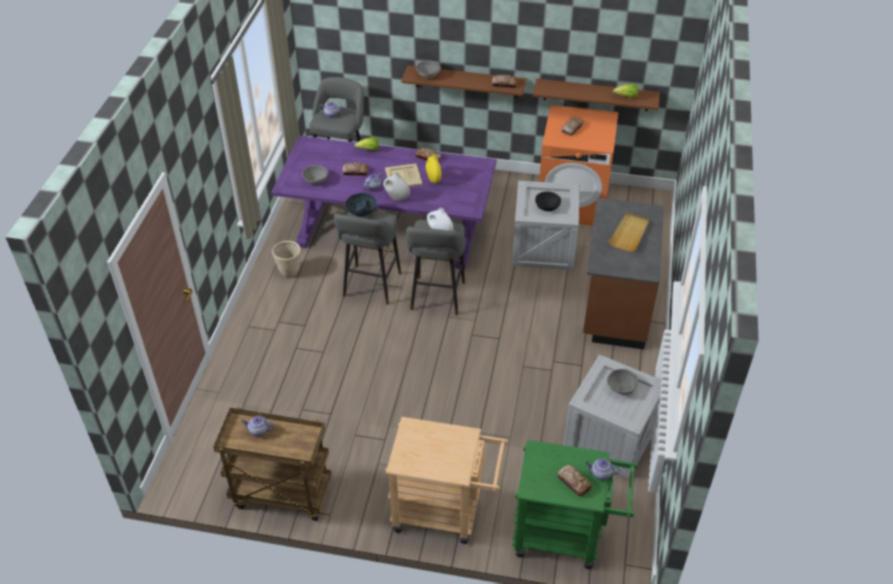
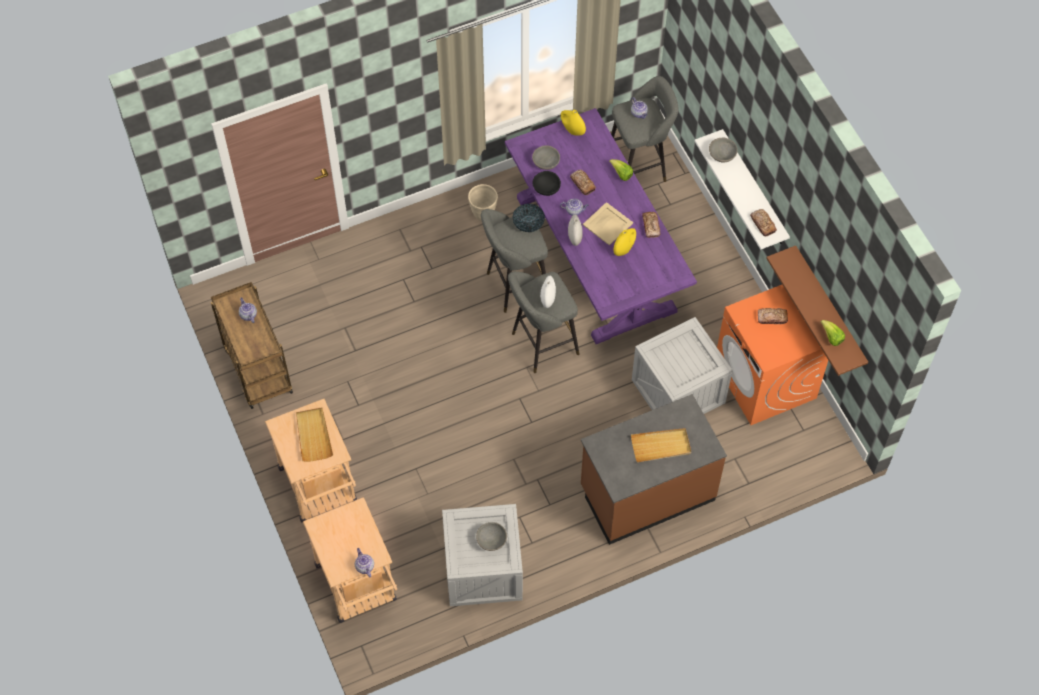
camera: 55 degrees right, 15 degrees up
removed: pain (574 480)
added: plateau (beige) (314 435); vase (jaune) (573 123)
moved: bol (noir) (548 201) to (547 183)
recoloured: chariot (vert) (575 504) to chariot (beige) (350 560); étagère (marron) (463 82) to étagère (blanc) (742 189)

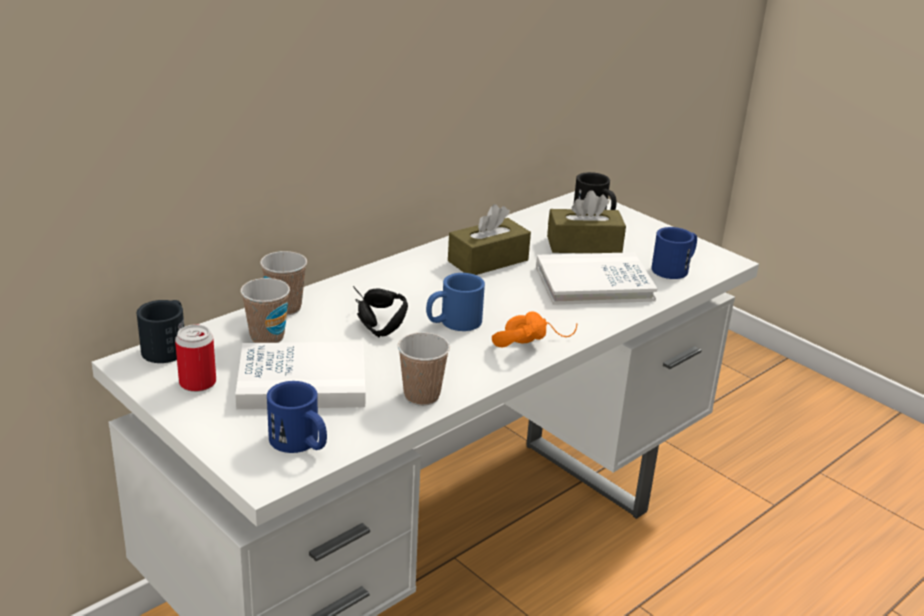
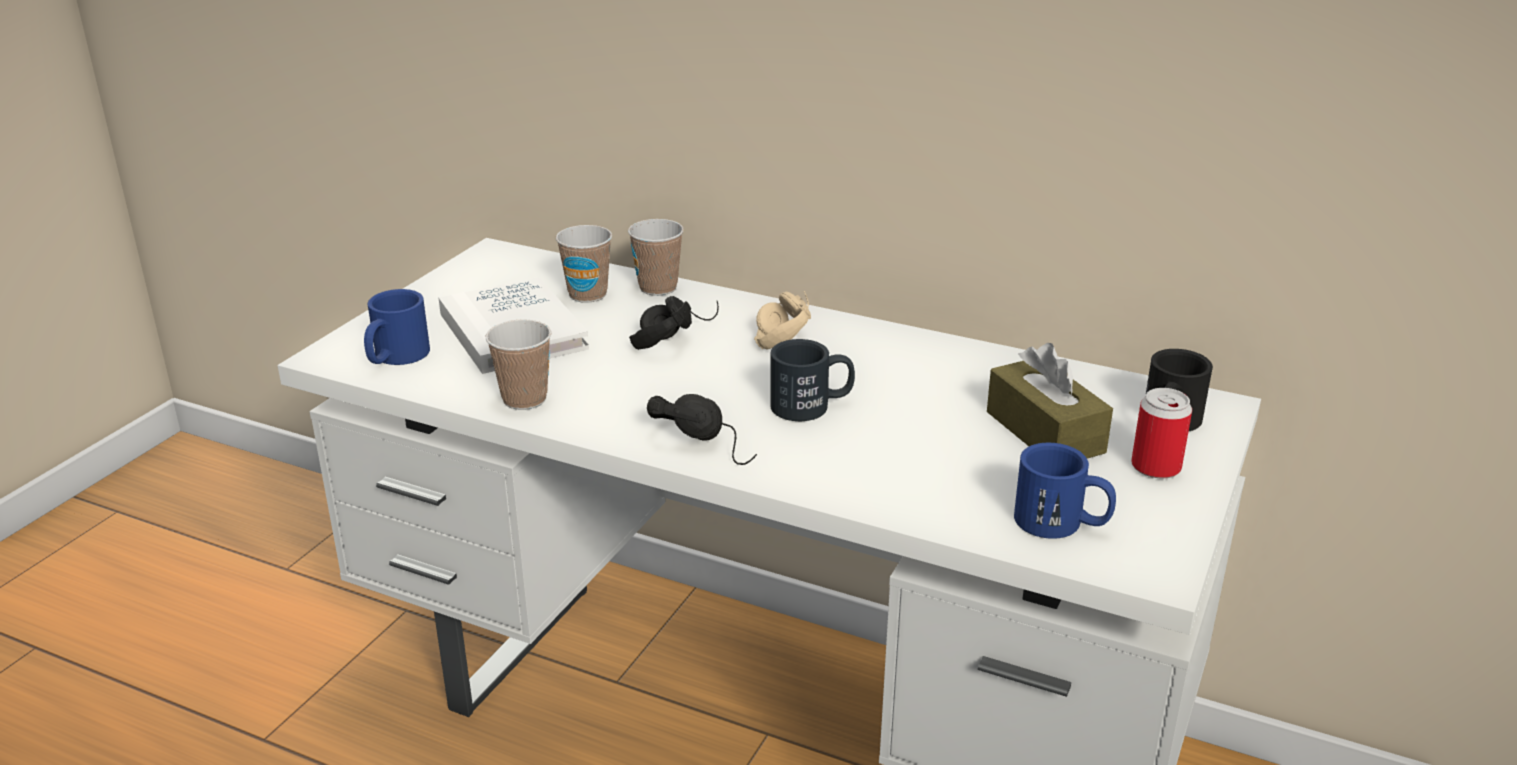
camera: 70 degrees right, 0 degrees up
removed: mug (bleu) (455 302); boîte à mouchoirs (marron) (489 239); livre (blanc) (597 278)
added: casque audio (beige) (782 320)
moved: mug (noir) (160 331) to (812 380); boîte métallique (195 358) to (1161 433)
recoloured: casque audio (orange) (535 329) to casque audio (noir) (702 429)

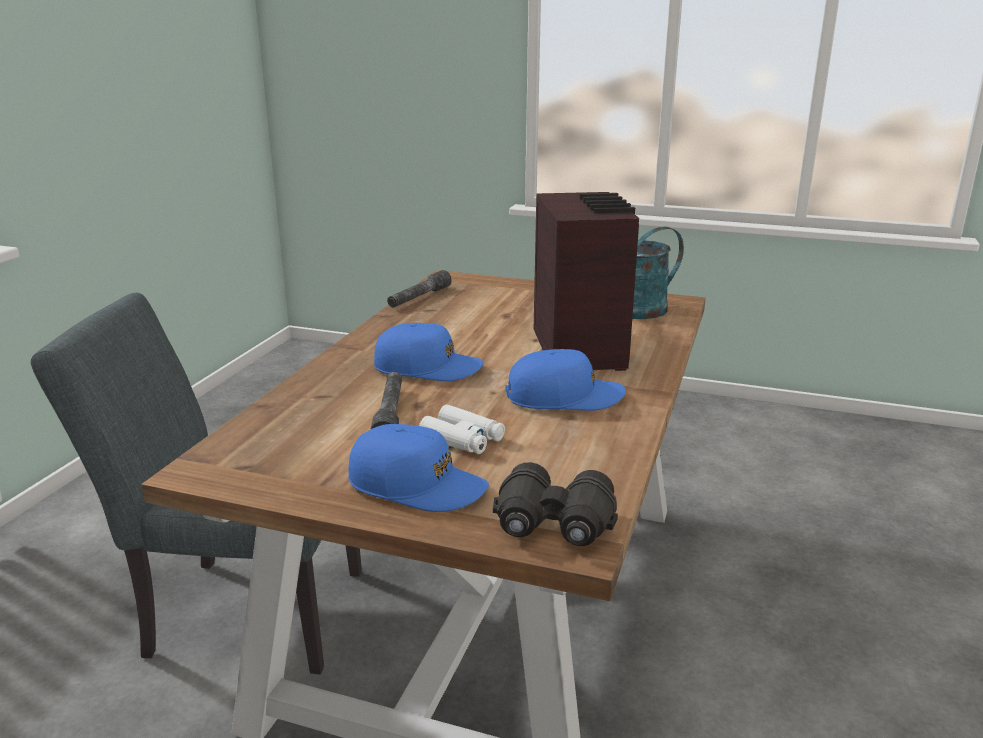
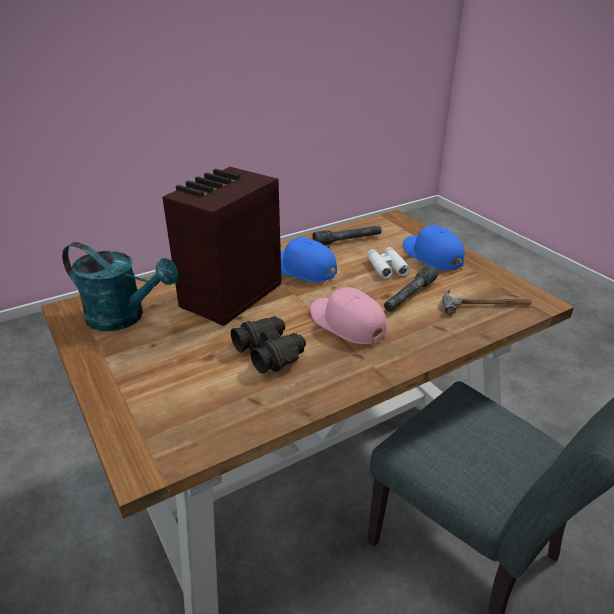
camera: 140 degrees left, 10 degrees up
added: marteau (487 302)
moved: jumelles (noir) (555 504) to (268 345); lampe de poche (gris) (419 289) to (347 235)
recoloured: casquette (bleu) (428 352) to casquette (rose) (348 315)

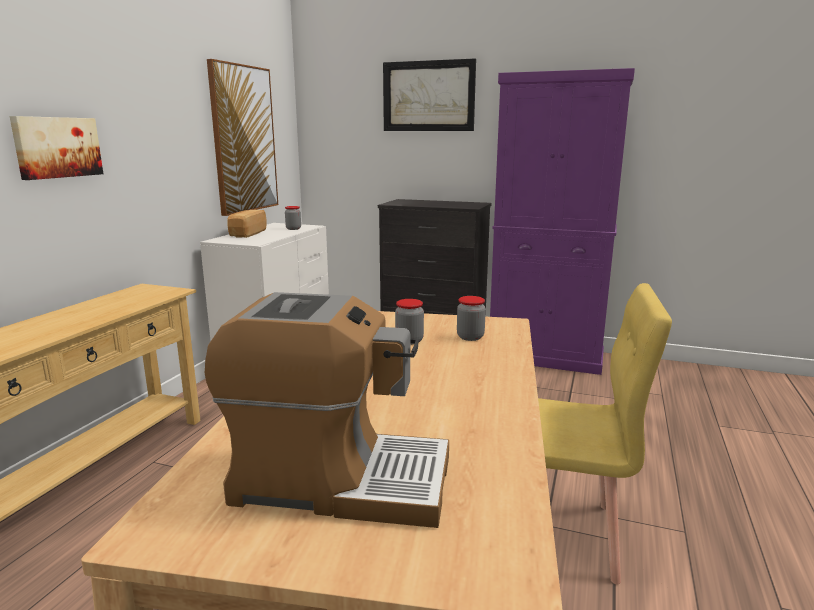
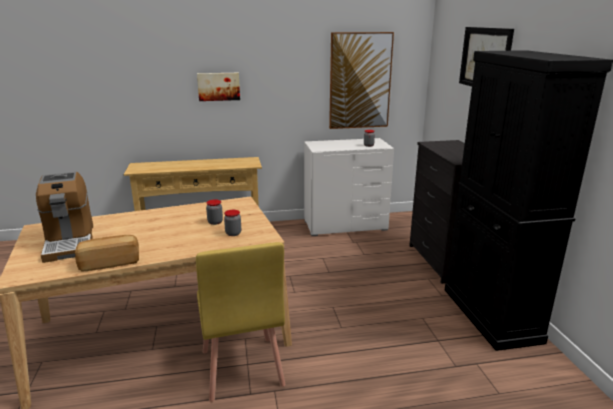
camera: 60 degrees right, 5 degrees up
moved: pain (247 224) to (107 253)
recoloured: meuble de rangement (violet) (562 221) to meuble de rangement (noir) (529 200)

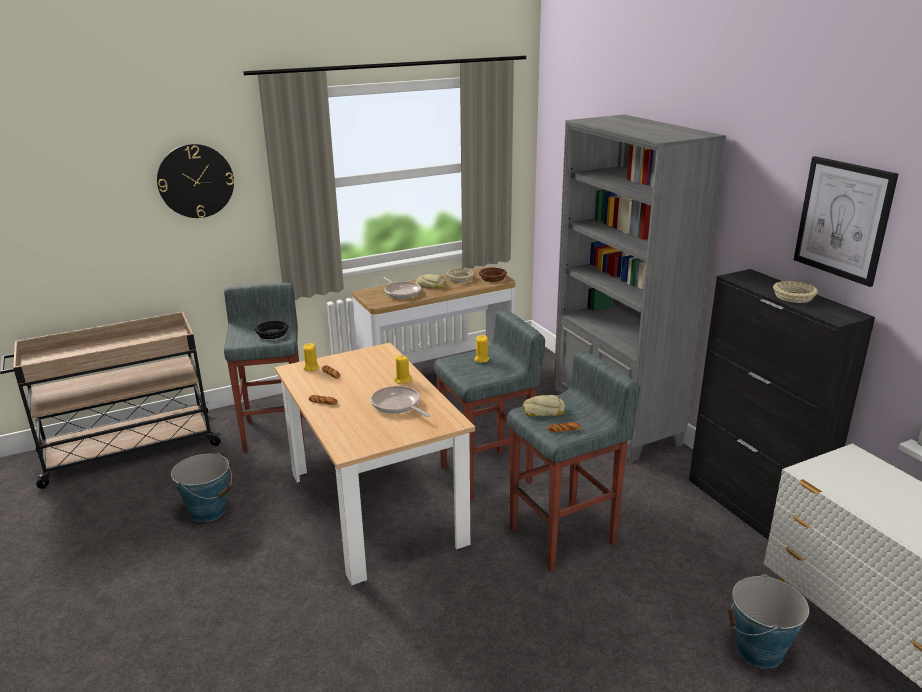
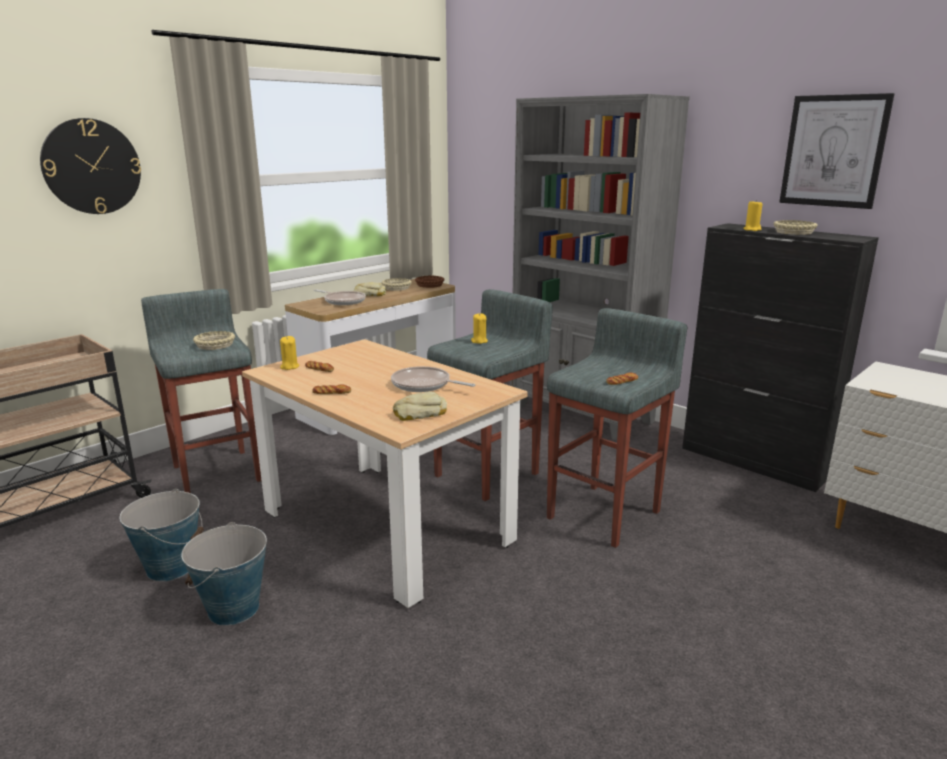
camera: 20 degrees left, 5 degrees down
moved: seau (768 621) to (224 574); pain (544 406) to (420 406); bougie (jaune) (403 369) to (753 215)
recoloured: bol (noir) (271 330) to bol (beige) (214 340)

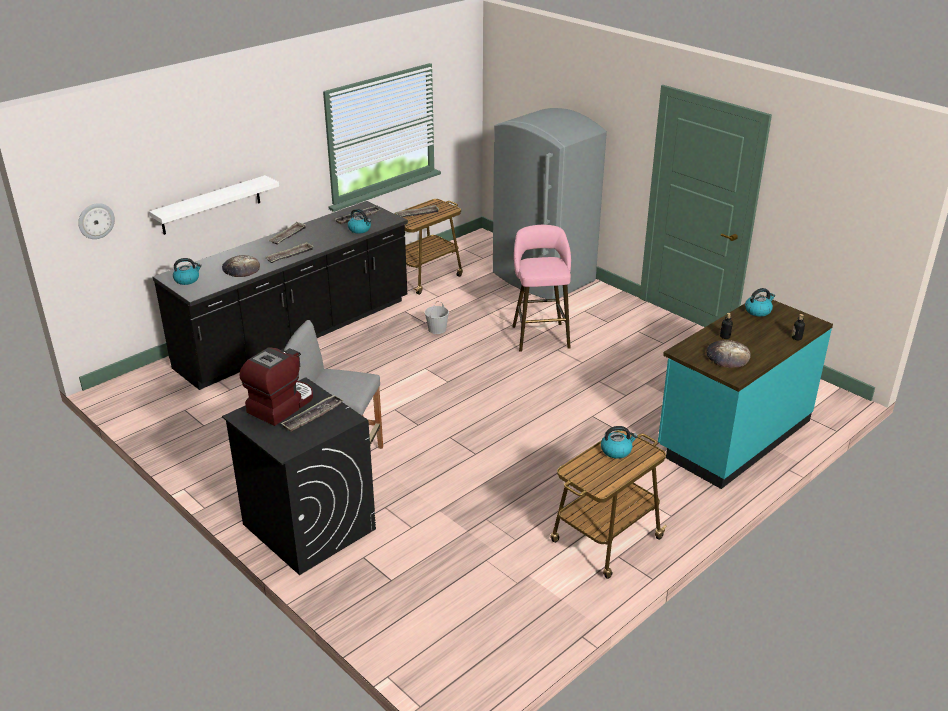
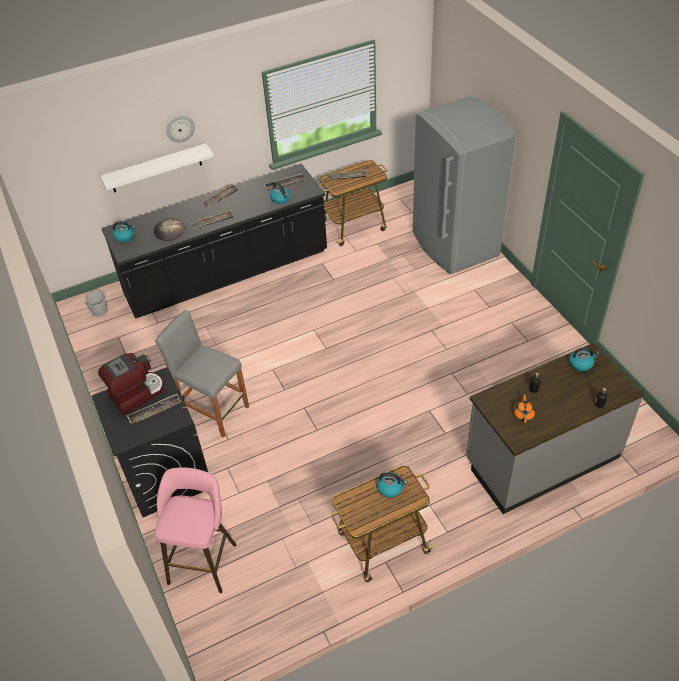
camera: 20 degrees right, 15 degrees up
moved: seau (blanc) (437 317) to (95 303); tabouret (rose) (541 288) to (195 530); horloge murale (96 221) to (180 129)
replaced: pain (728 354) to théière (orange) (524 407)
recoloured: comptoir de cuisine (turquoise) (745 392) to comptoir de cuisine (gris) (555 428)

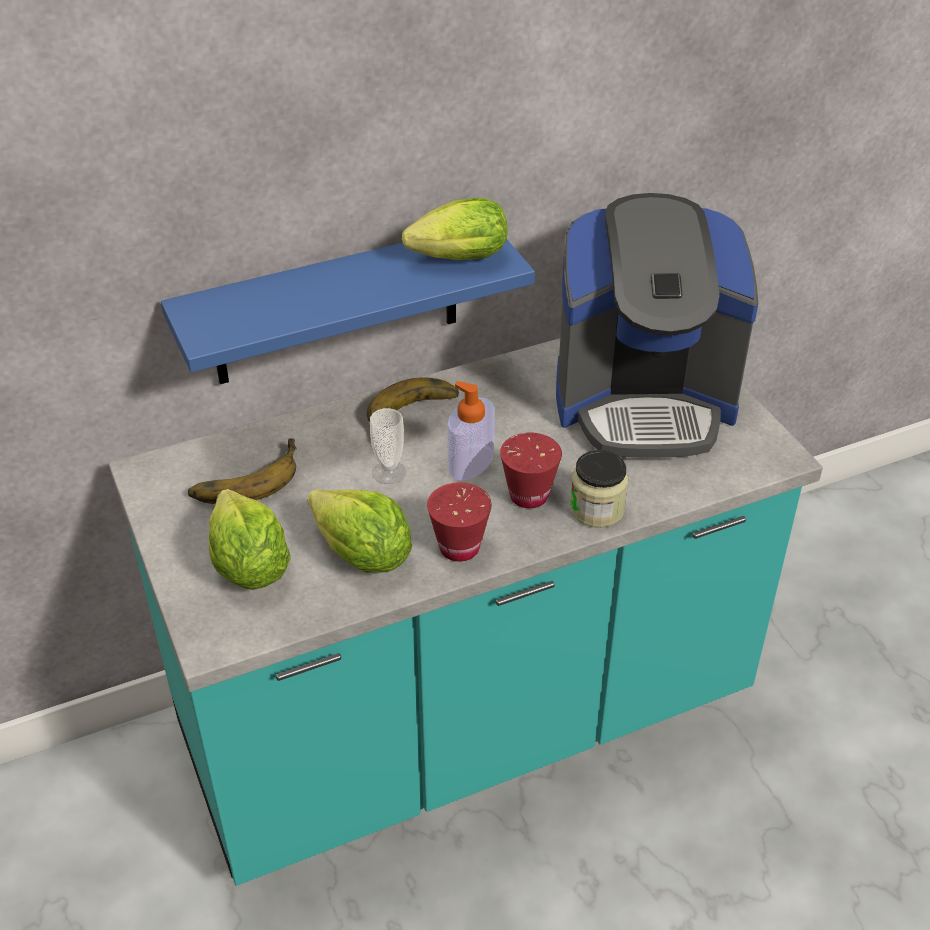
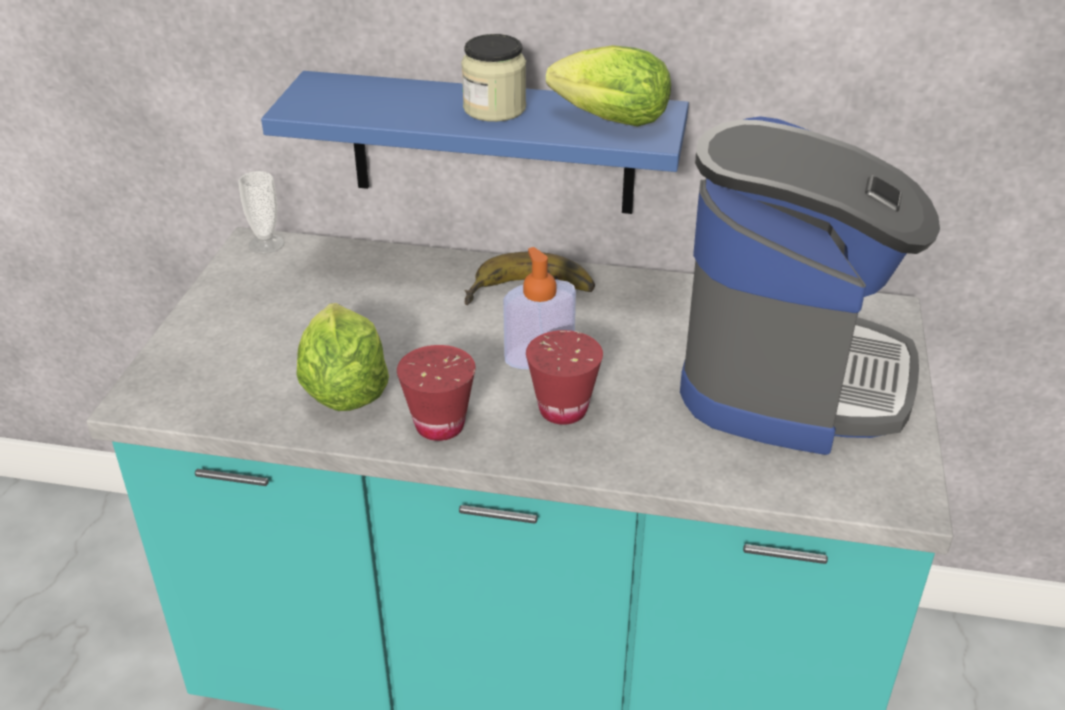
camera: 35 degrees right, 5 degrees down
removed: banane (242 471); laitue (250 539)
moved: tasse (388 446) to (261 212); bocal (599 489) to (493 78)
turned: machine à café (657 325) = (810 285) 105 degrees counterclockwise

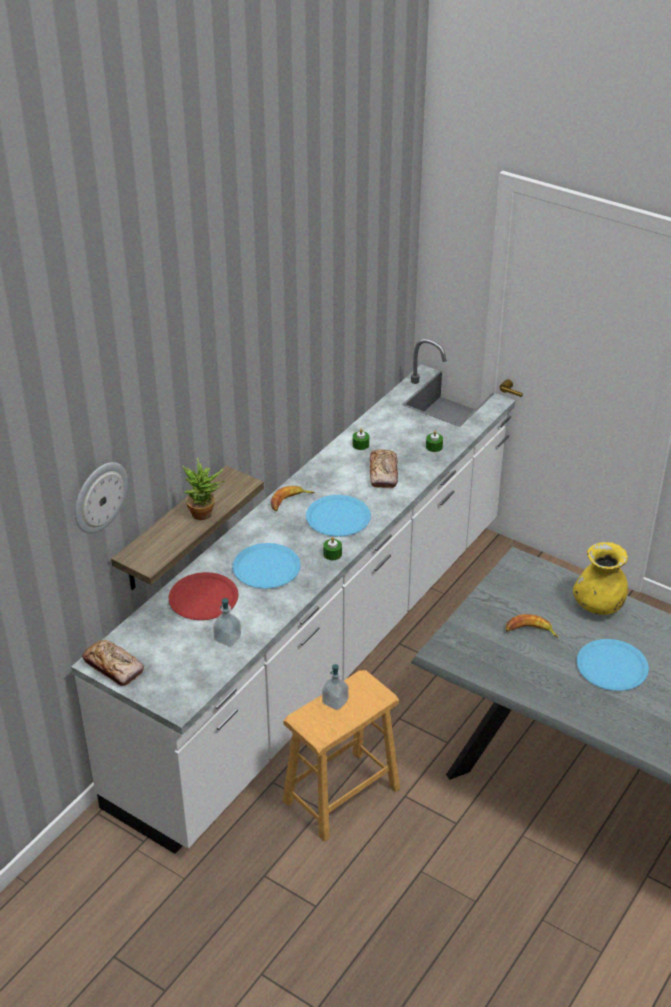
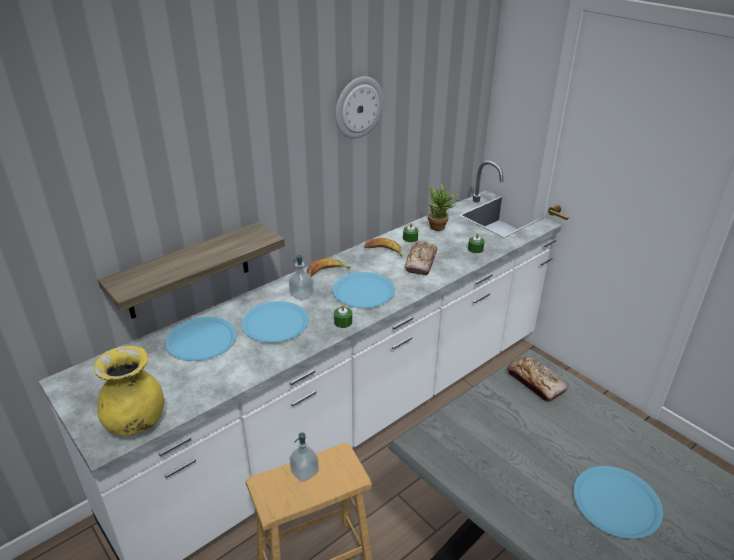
camera: 15 degrees right, 5 degrees down
moved: vase (jaune) (600 578) to (129 391); distributeur de savon (227 622) to (301 278); horloge murale (101 498) to (359 107); banane (532 626) to (383 247); plante en pot (204 489) to (443 207); pain (113 663) to (537 379)
recoloured: assiette (rouge) (204 596) to assiette (bleu) (201 339)

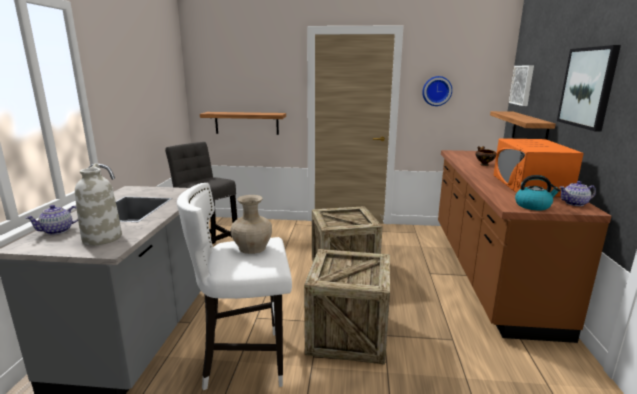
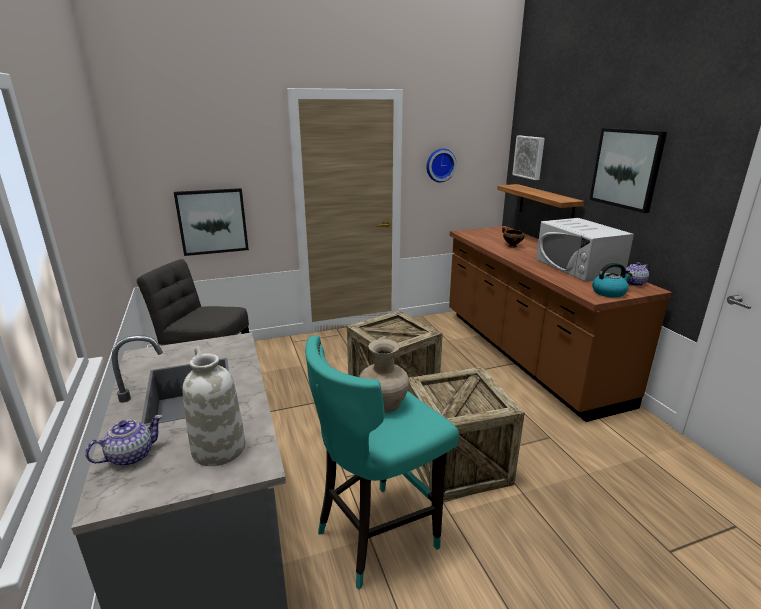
camera: 25 degrees left, 5 degrees up
replaced: étagère (243 123) to tableau (211 222)
recoloured: tabouret (blanc) (234 286) to tabouret (turquoise) (382 462); micro-ondes (orange) (539 167) to micro-ondes (blanc) (585 250)
turned: théière (51 220) = (123 440) 150 degrees counterclockwise

